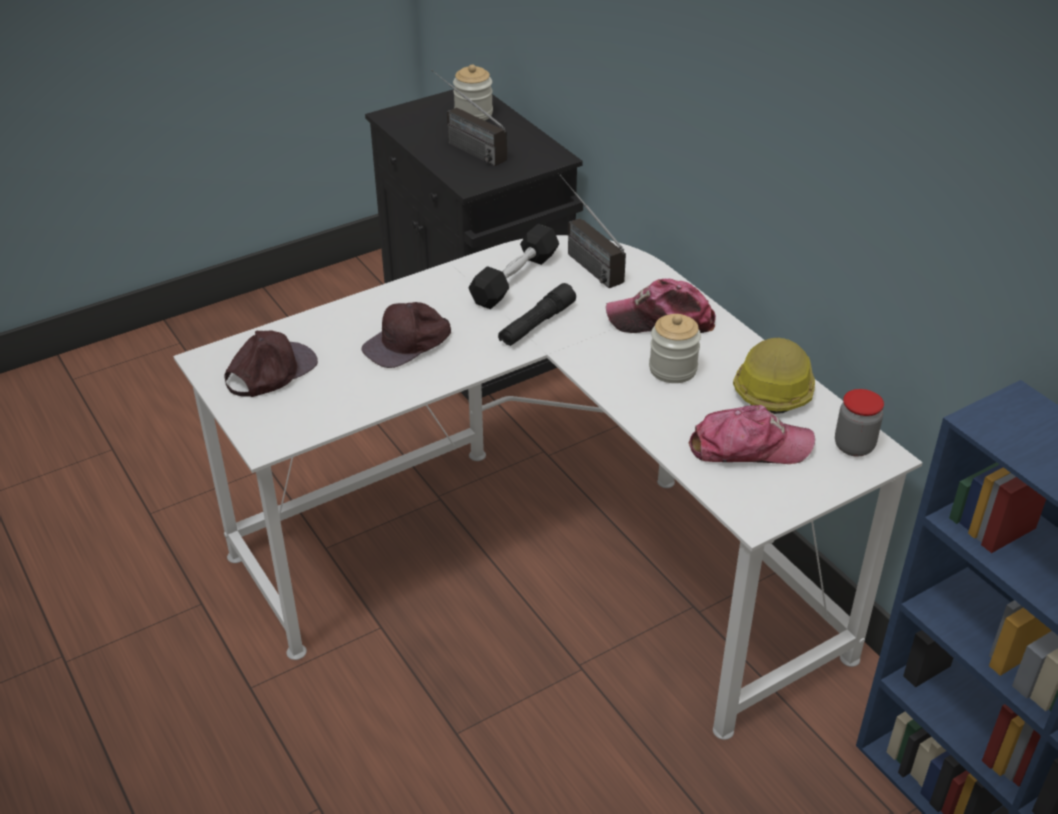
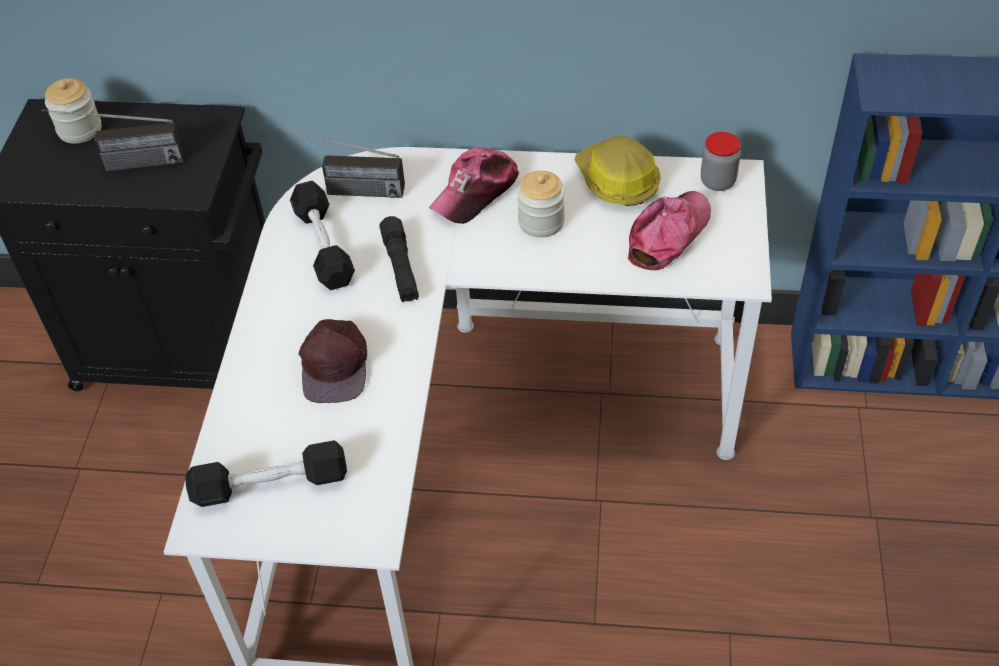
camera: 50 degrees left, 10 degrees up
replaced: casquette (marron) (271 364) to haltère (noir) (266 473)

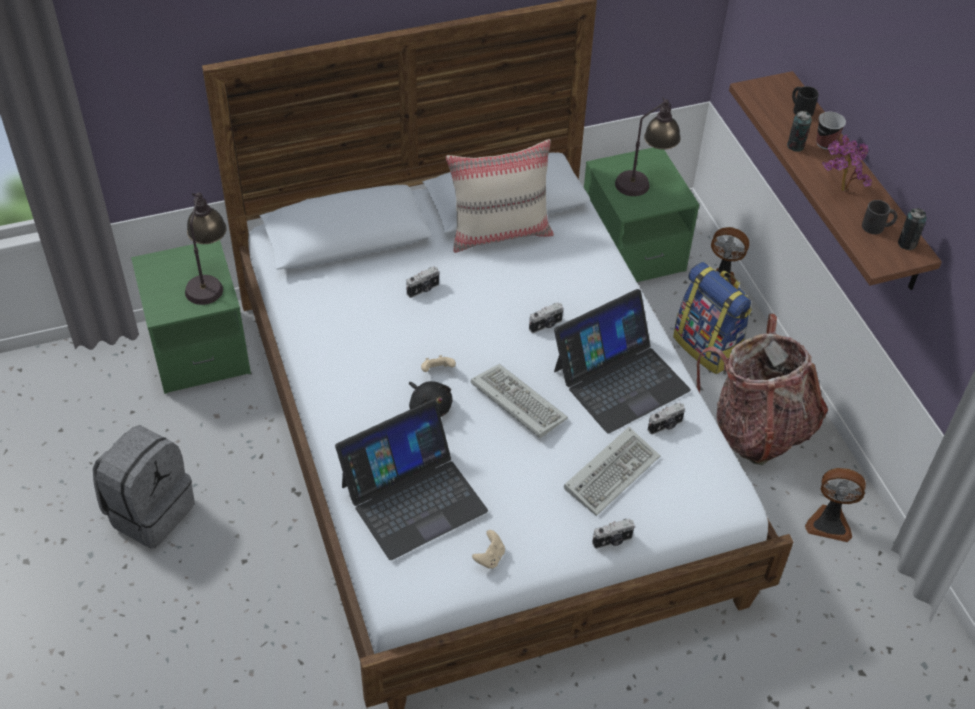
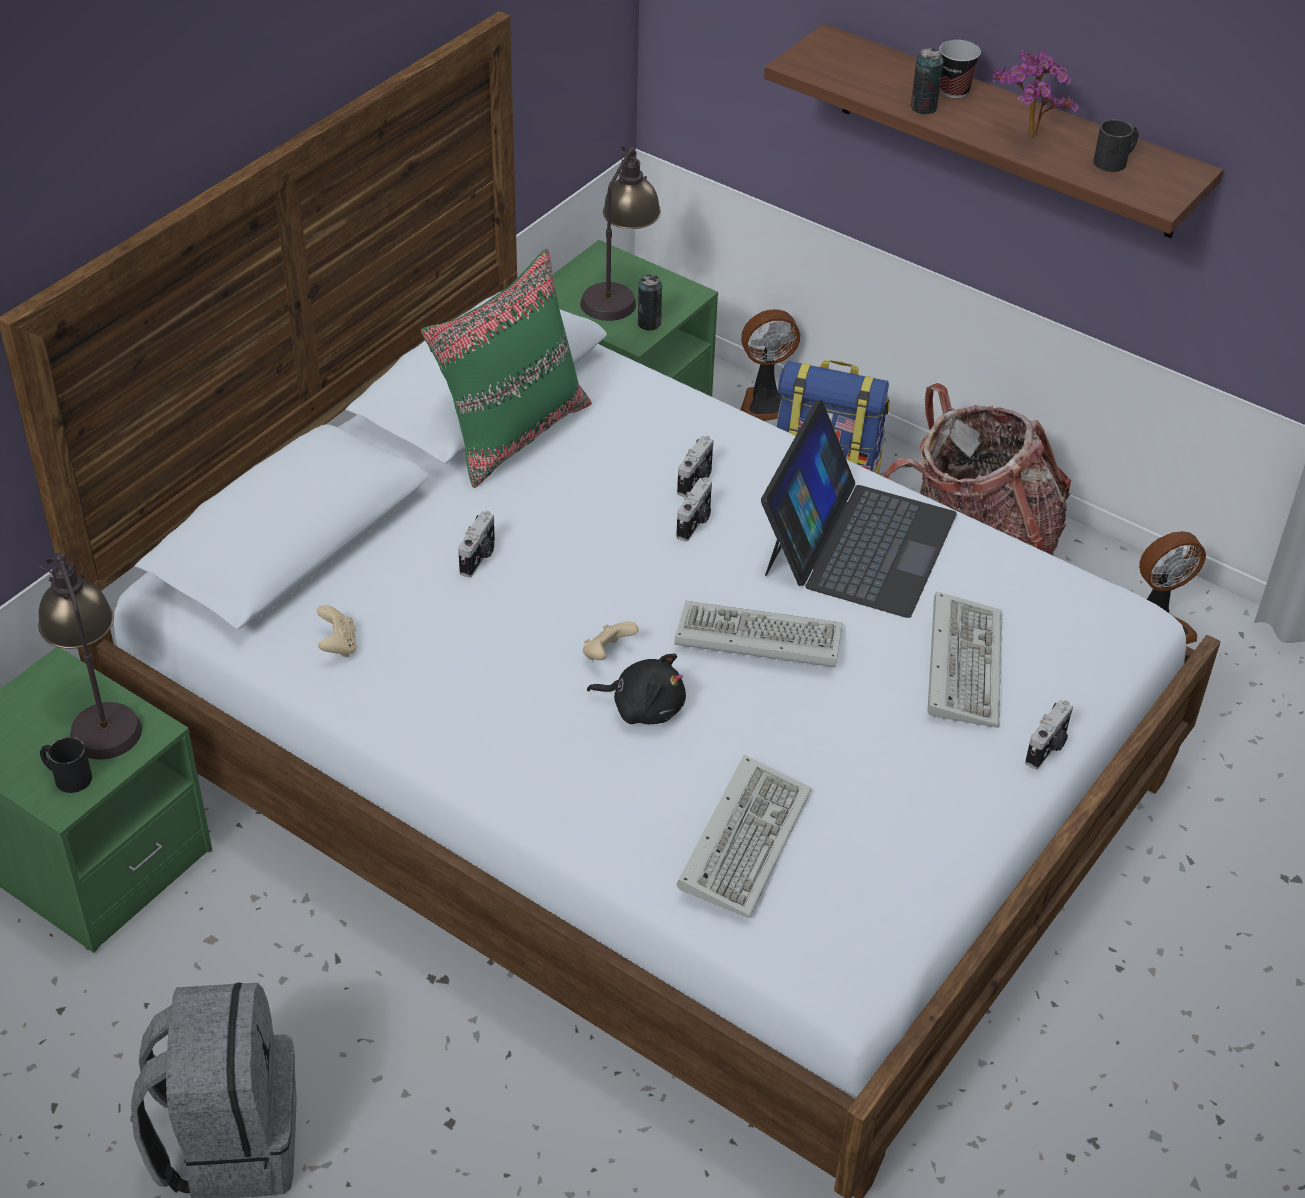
camera: 35 degrees left, 5 degrees down
moved: mug (noir) (805 101) to (66 765); manette (beige) (488 549) to (337 631); boîte métallique (912 229) to (650 302); appareil photo (666 419) to (695 466)
replaced: ordinateur portable (411 479) to clavier (744 836)
recoloured: coussin (beige) (499 196) to coussin (vert) (506 368)

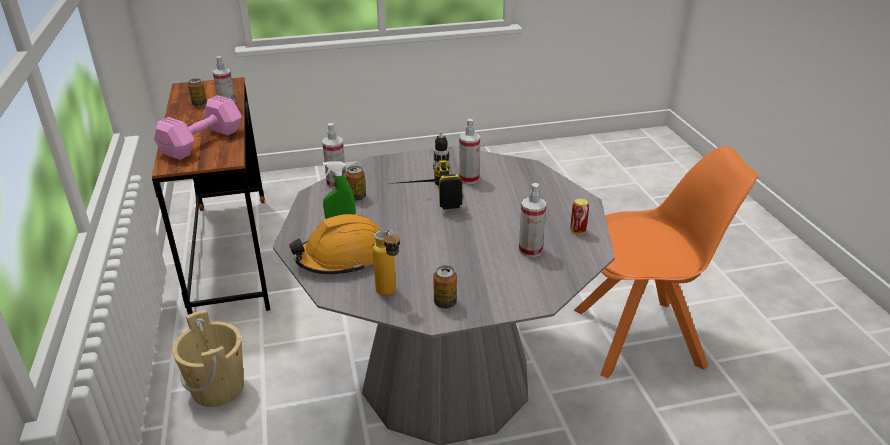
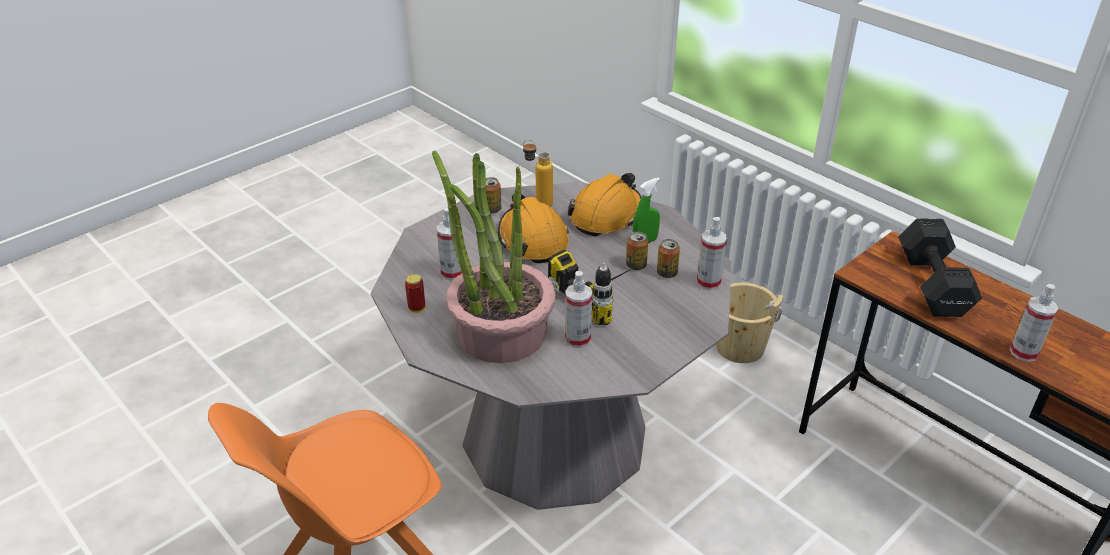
camera: 150 degrees right, 5 degrees up
added: plante en pot (494 256); casque de chantier (orange) (533 228)
moved: boîte métallique (197 93) to (637 250)
recoloured: haltère (rose) (197 127) to haltère (noir) (940 267)

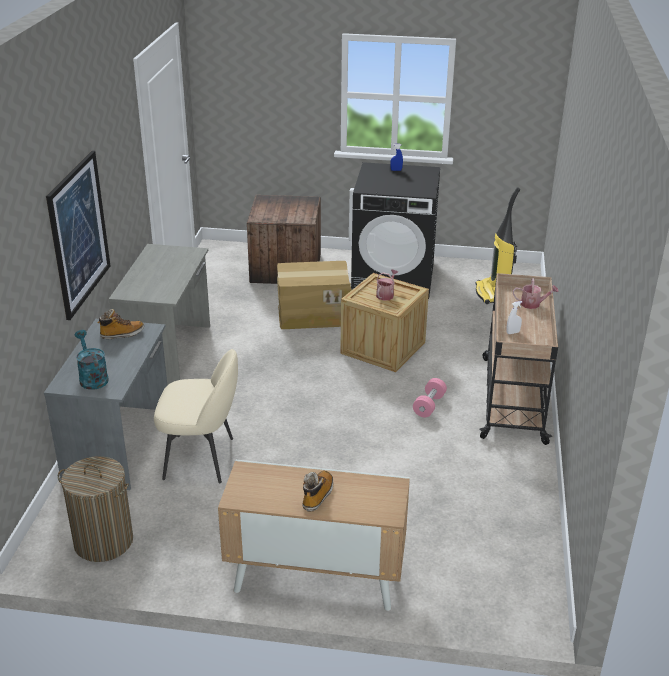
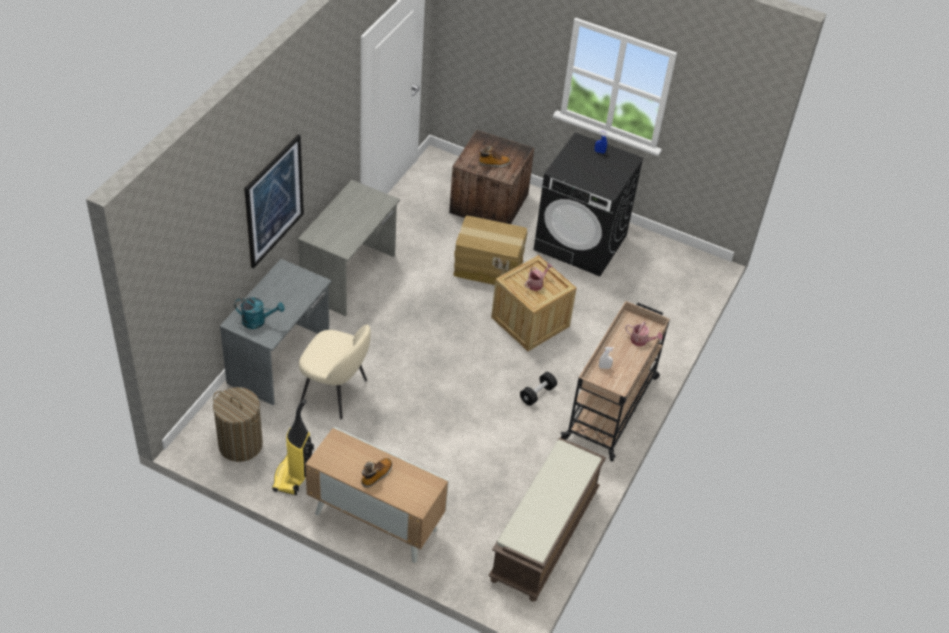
camera: 15 degrees right, 15 degrees up
added: banc (marron) (547 519)
moved: aspirateur (498 245) to (293 447); botte (120 324) to (495 157)
recoloured: haltère (rose) (430 397) to haltère (noir) (538 389)
turned: arrosoir (turquoise) (91 360) = (259 313) 105 degrees clockwise

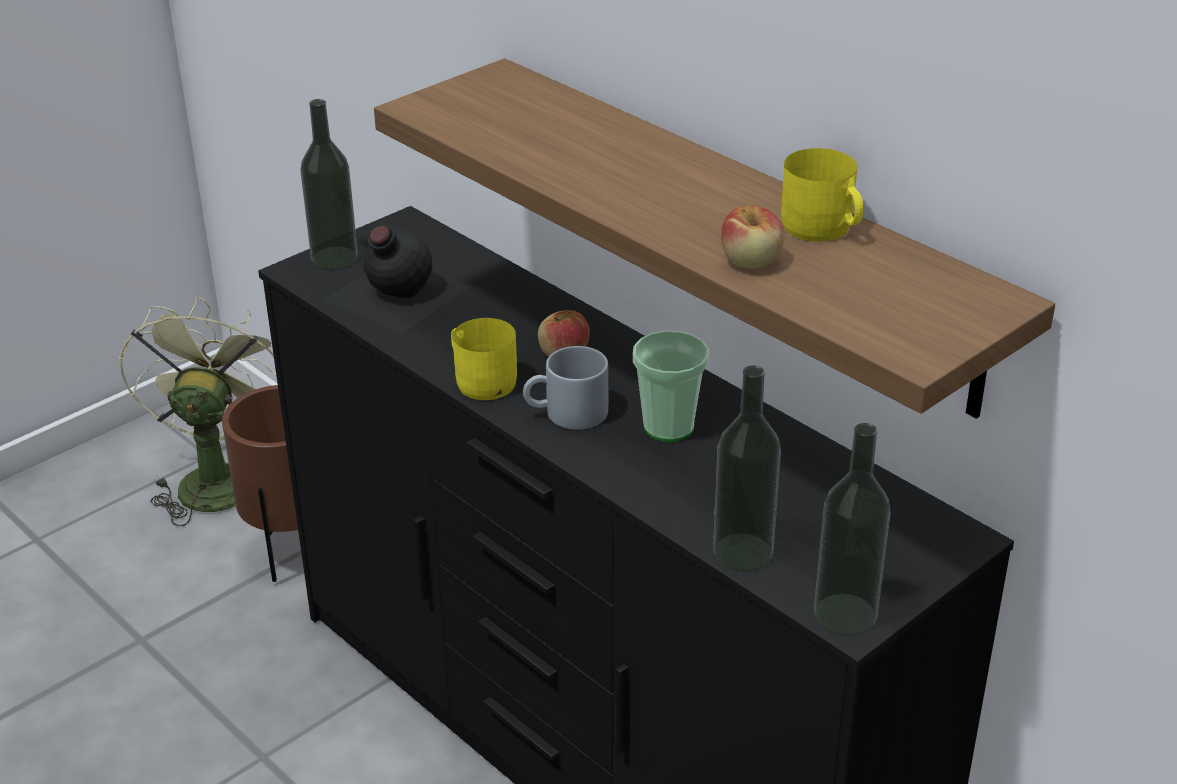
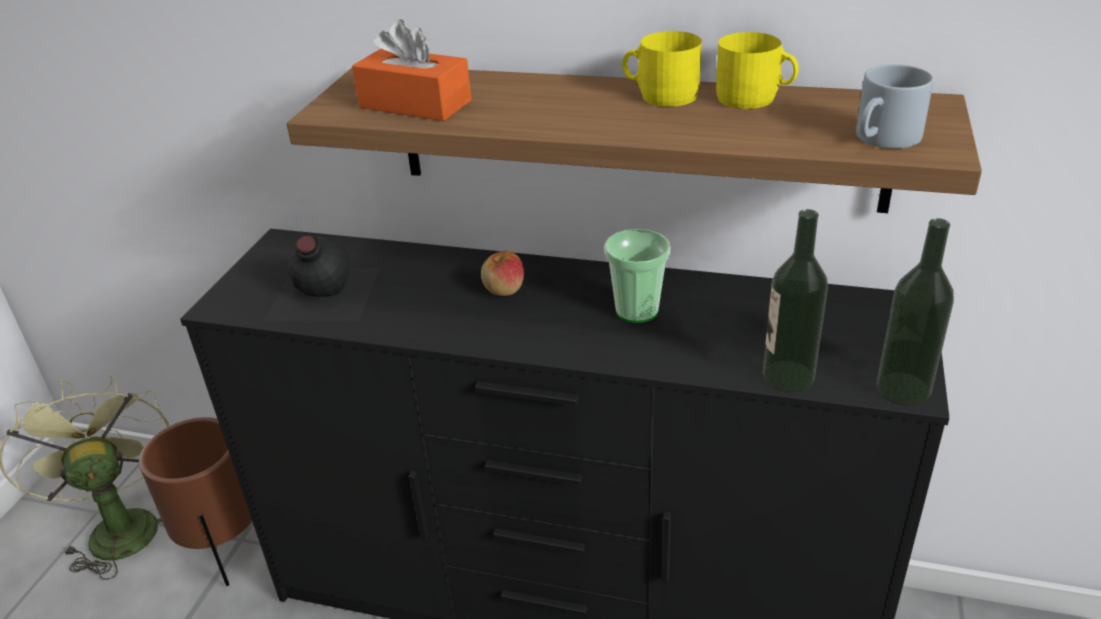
camera: 30 degrees left, 0 degrees up
removed: bouteille (329 184); pomme (752 237)
added: boîte à mouchoirs (orange) (411 70)
moved: mug (jaune) (484 359) to (662 69); mug (gris) (565 388) to (895 106)

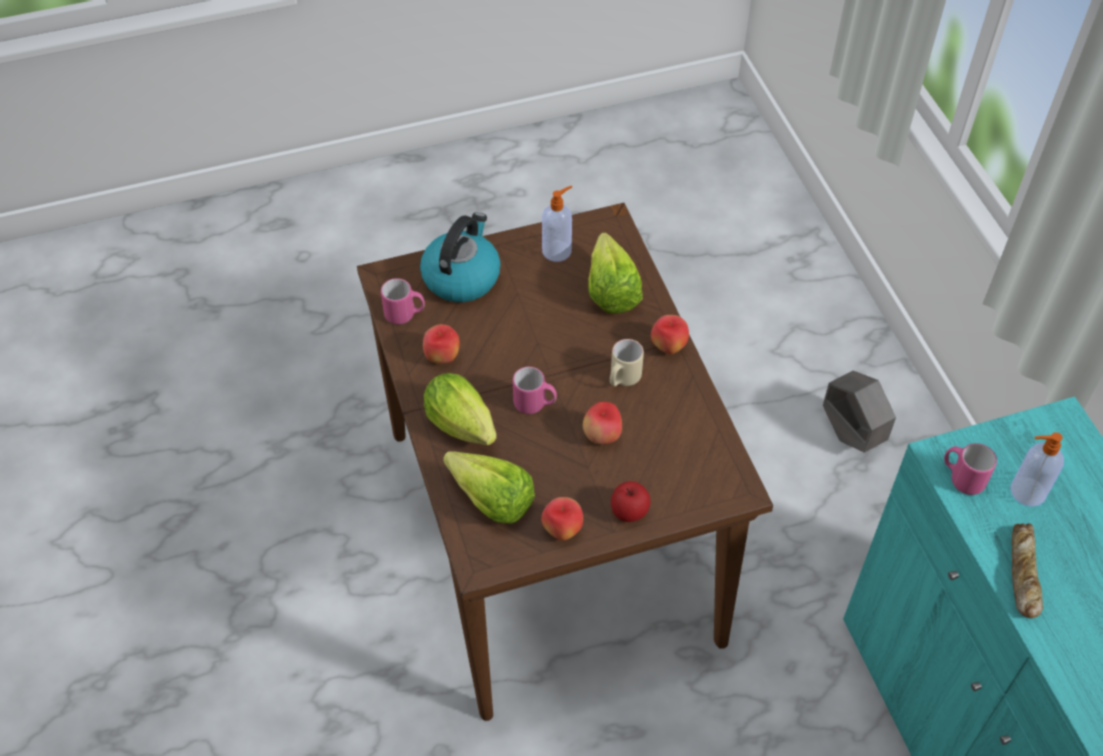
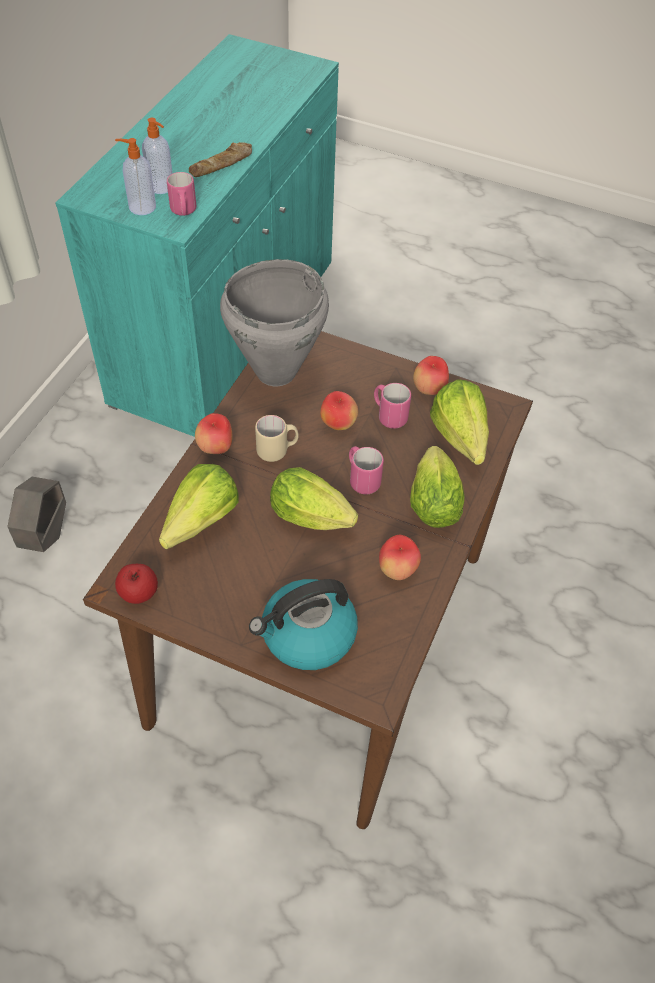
camera: 140 degrees left, 0 degrees up
added: marmite (gris) (274 322); laitue (314 498)
moved: distributeur de savon (557 224) to (135 176); pomme (631 501) to (136 584); mug (rose) (403 301) to (392 406)

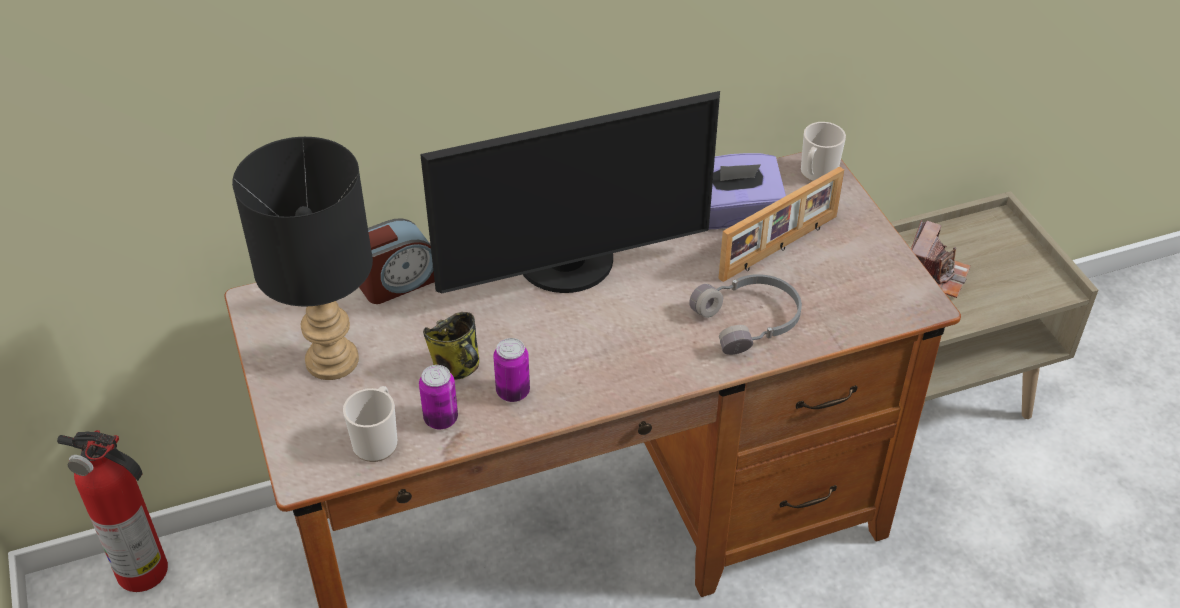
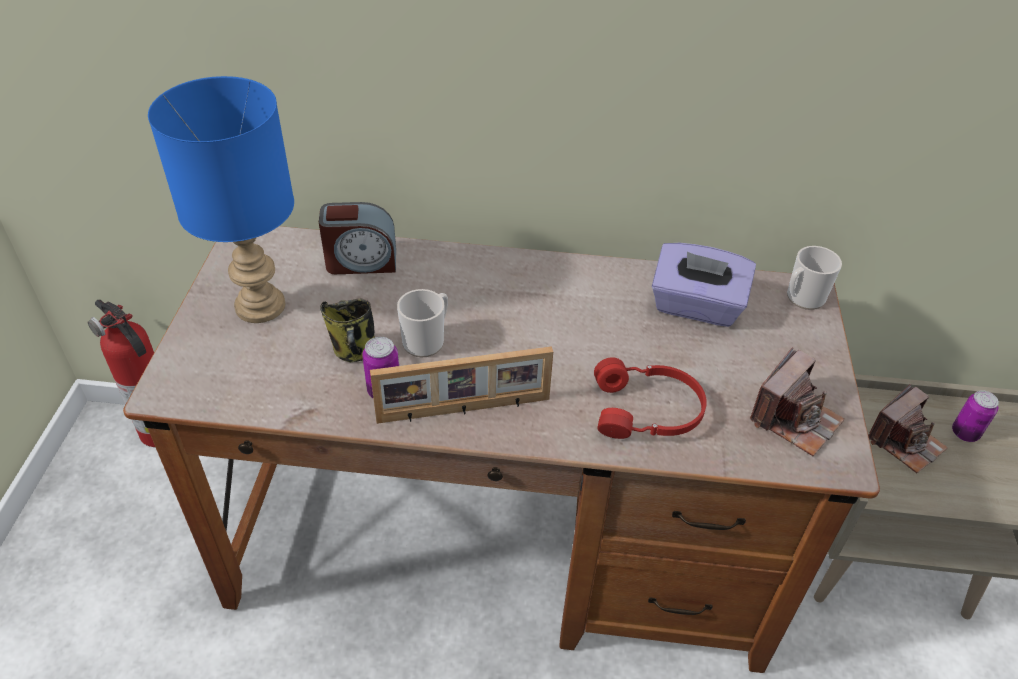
camera: 25 degrees right, 0 degrees up
removed: écran d'ordinateur (570 192)
added: appareil photo (797 401)
moved: cadre photo (781 224) to (461 385); mug (370 424) to (422 323); boîte métallique (438 397) to (975 416)
recoloured: lampe de table (noir) (302 258) to lampe de table (bleu) (221 199); casque audio (gris) (745 314) to casque audio (rouge) (650 398)

